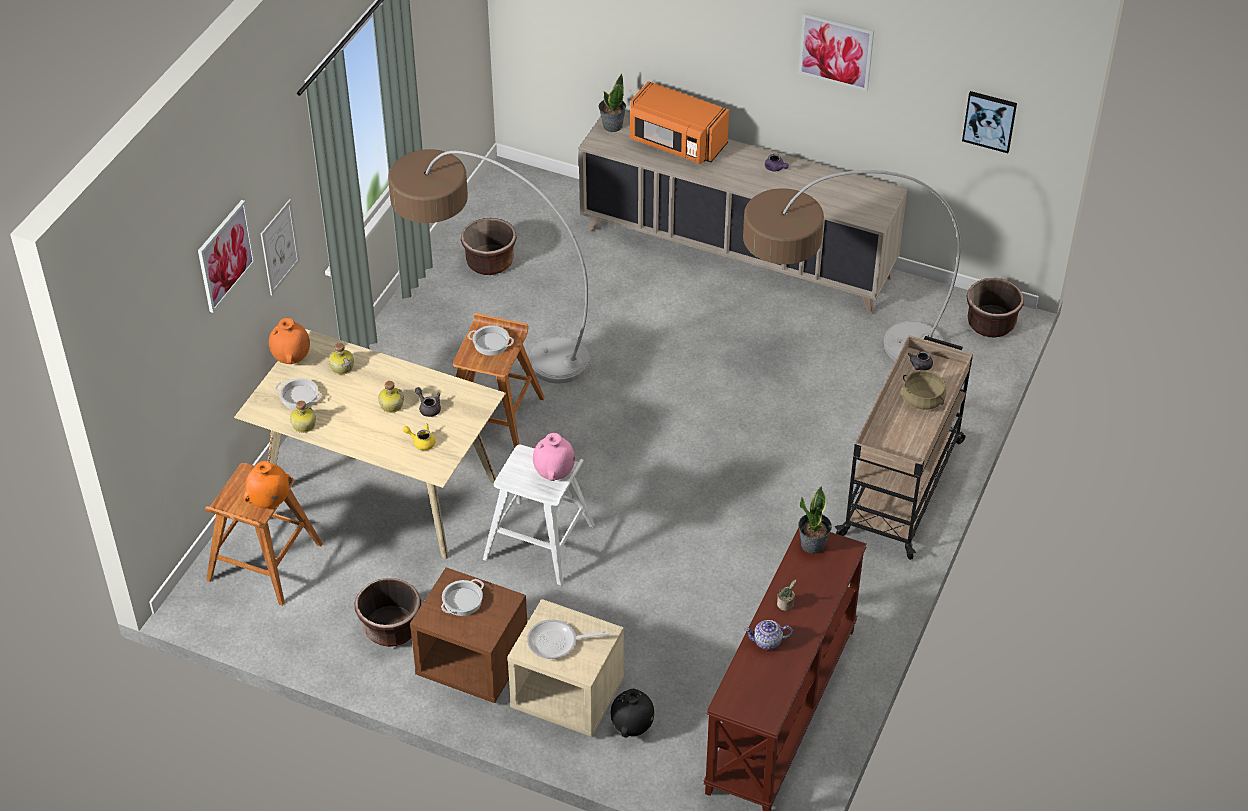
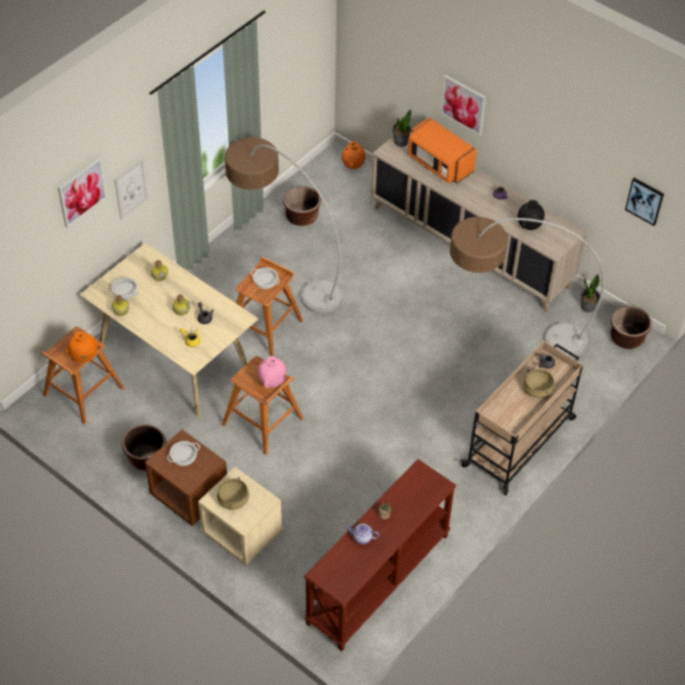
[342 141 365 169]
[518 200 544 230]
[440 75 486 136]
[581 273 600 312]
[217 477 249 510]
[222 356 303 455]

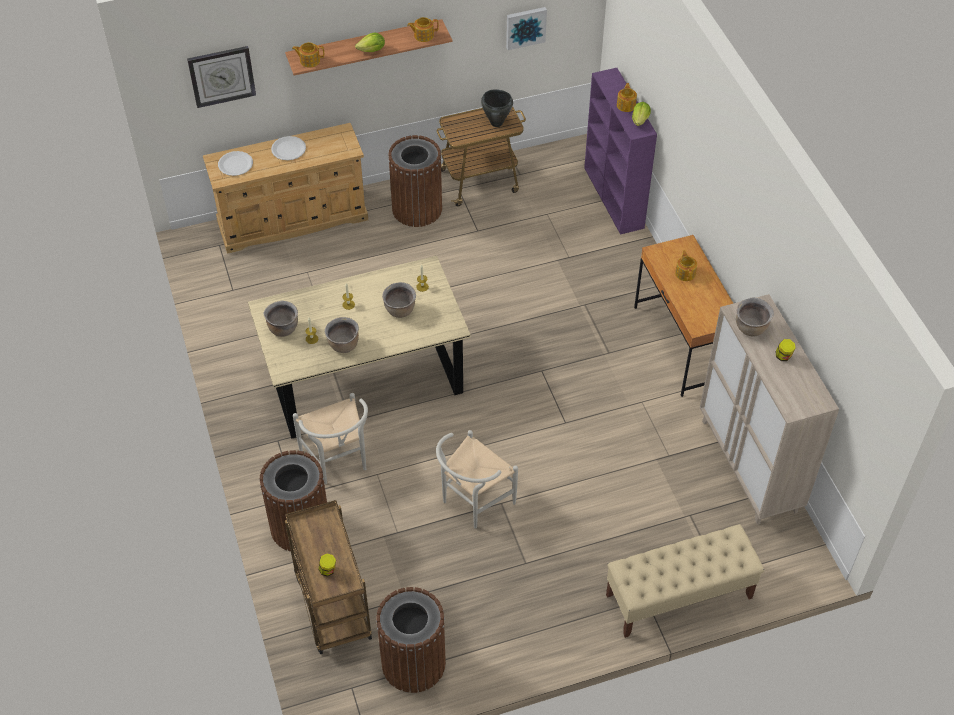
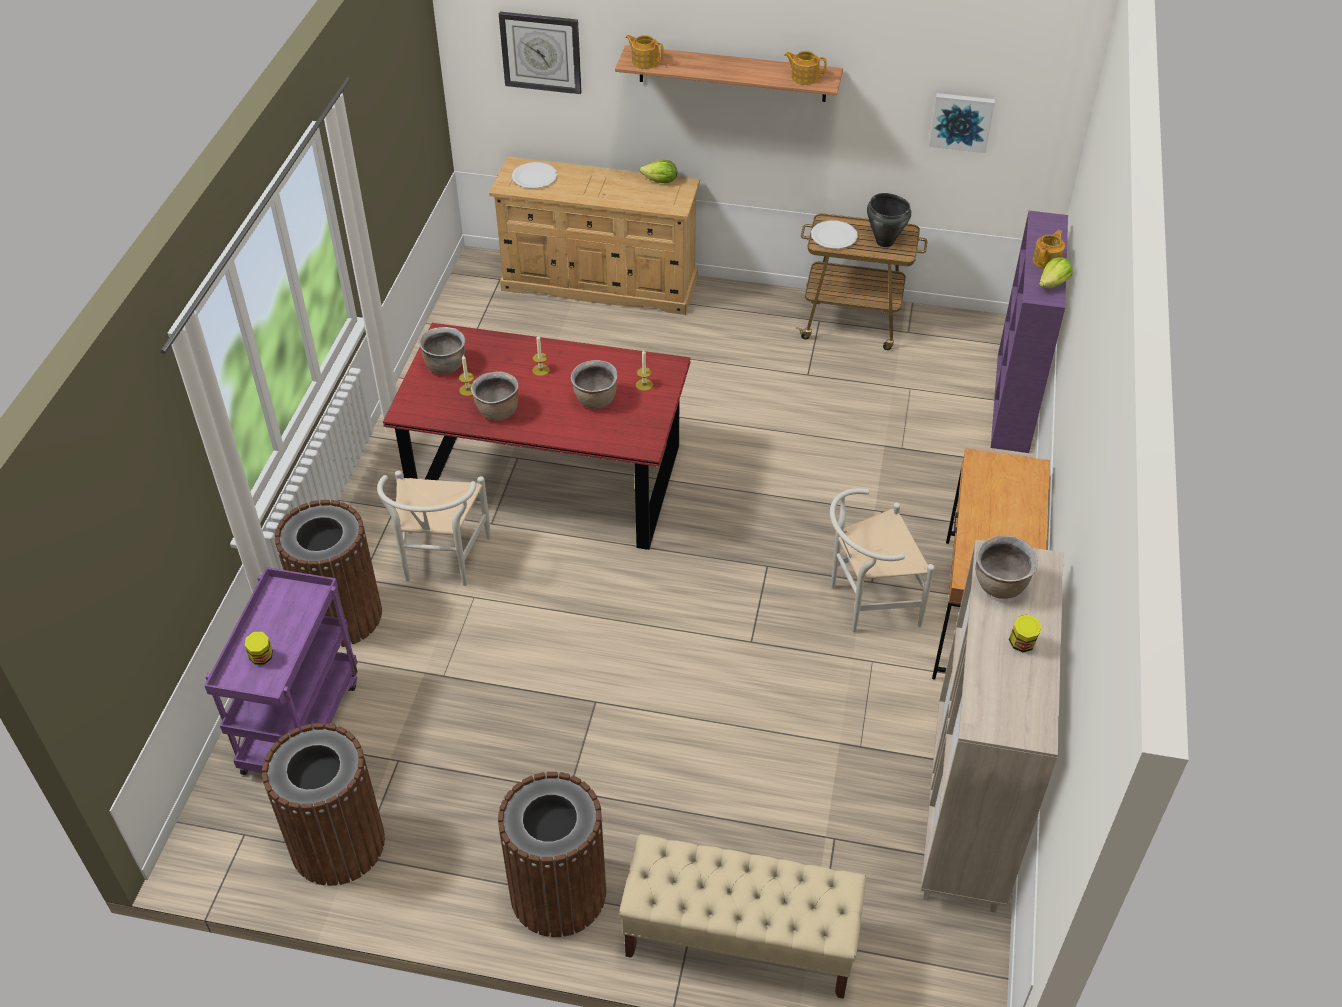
[675 250 697 281] (first image)
[811 220 858 249]
[640 160 677 183]
[498 772 606 937]
[830 488 935 633]
[383 323 691 550]
[204 567 358 775]

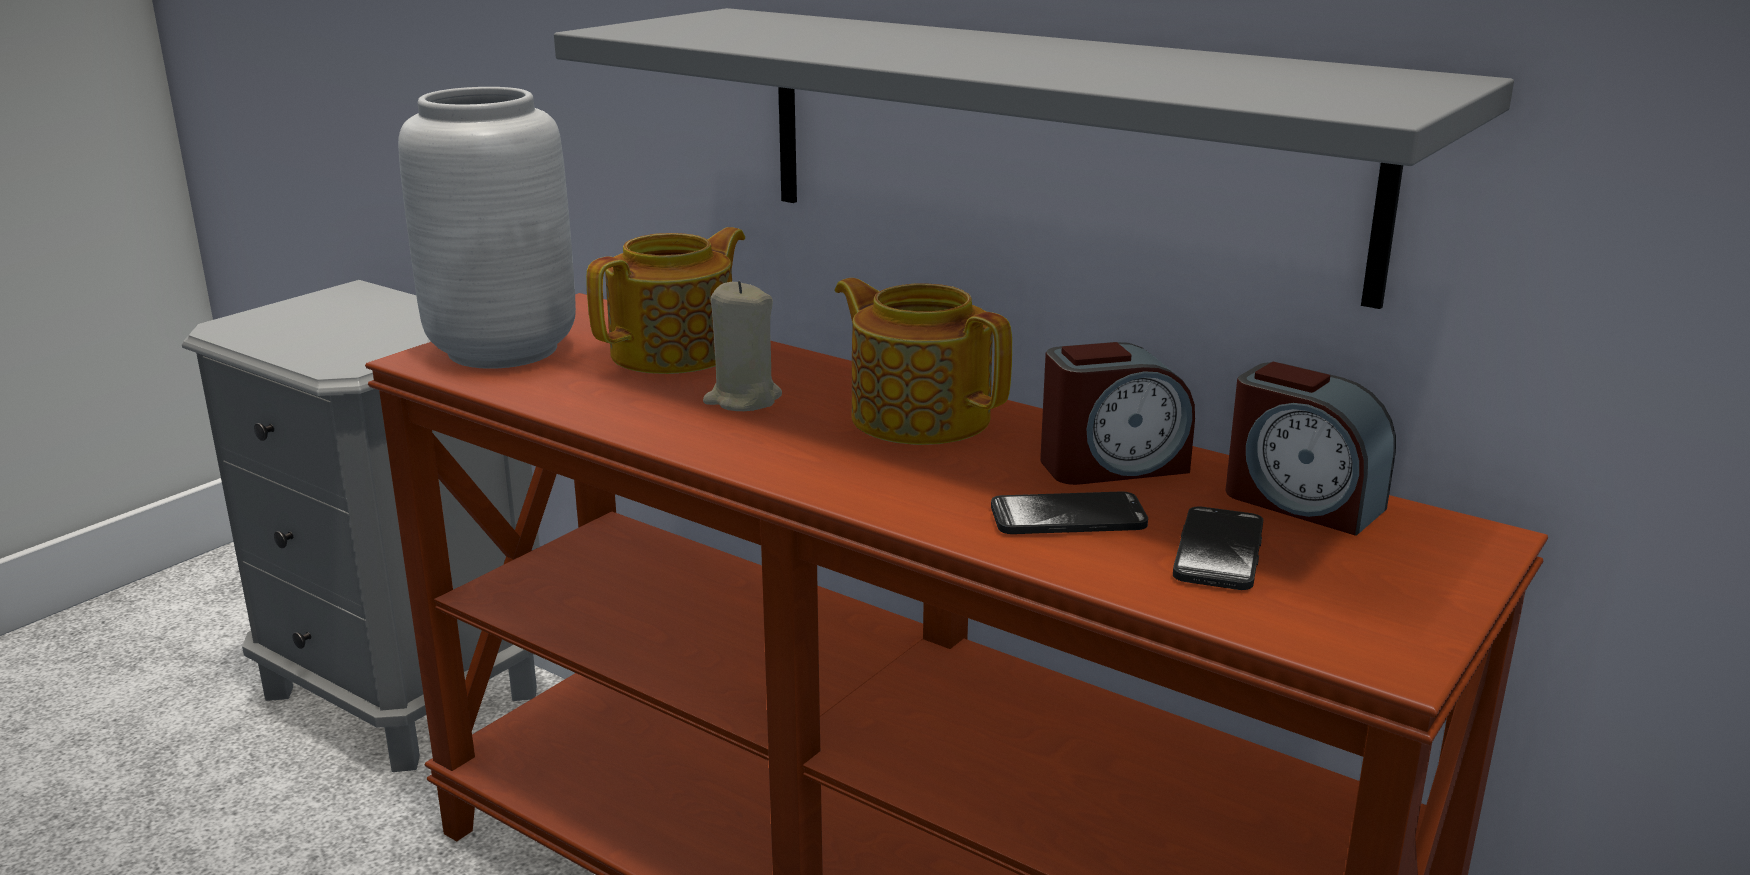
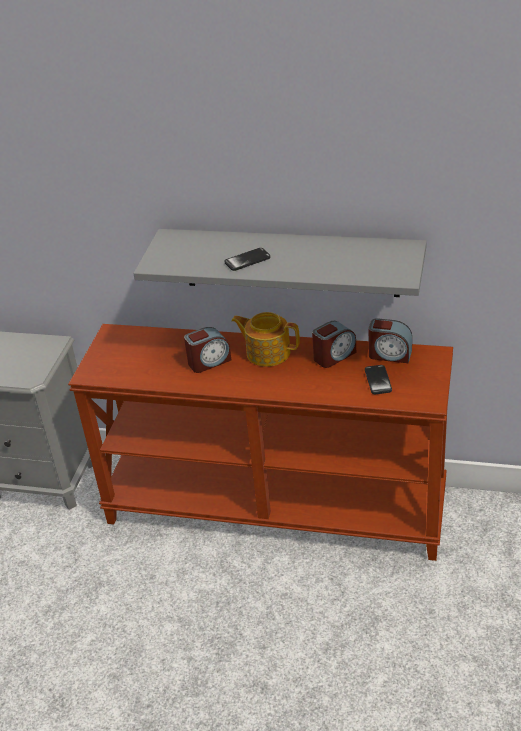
[398 87 576 369] (first image)
[586 227 745 374] (first image)
[224 248 270 271]
[184 327 231 373]

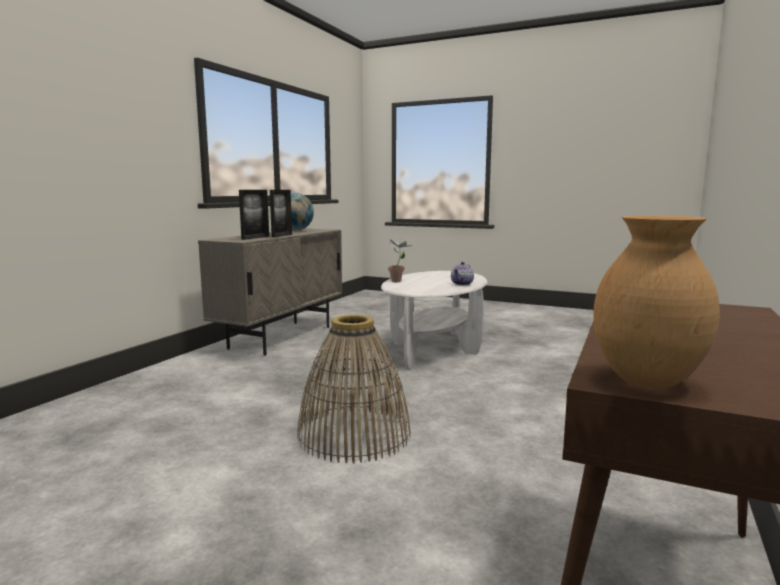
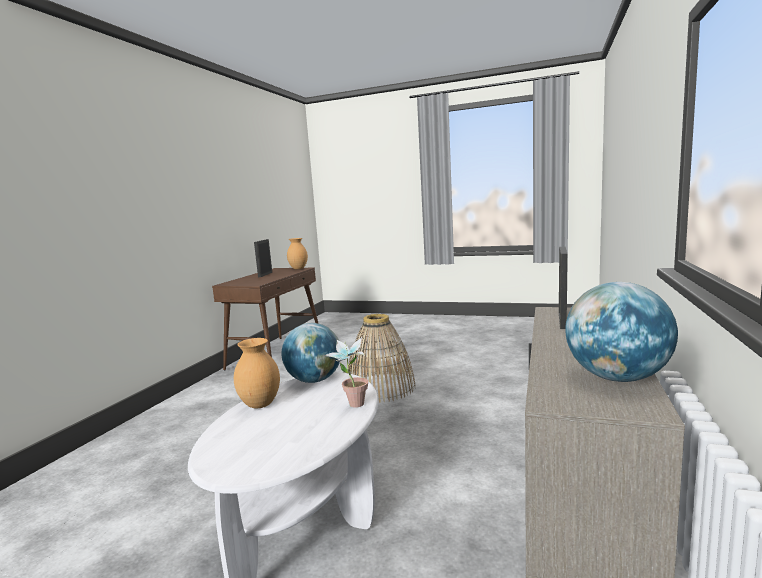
[282 323 340 383]
[254 239 272 277]
[234 338 280 409]

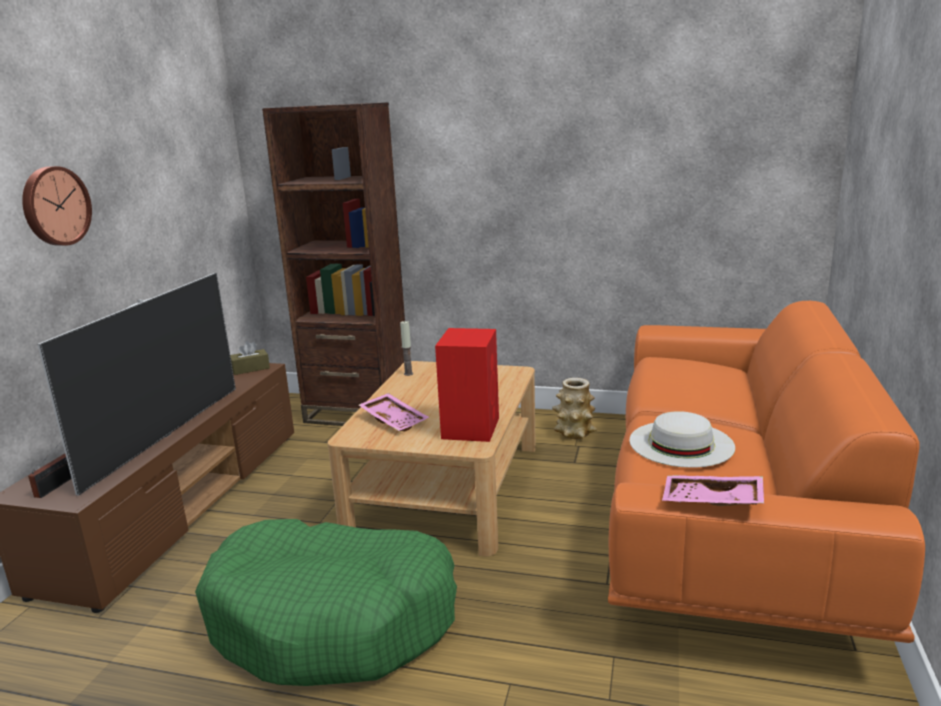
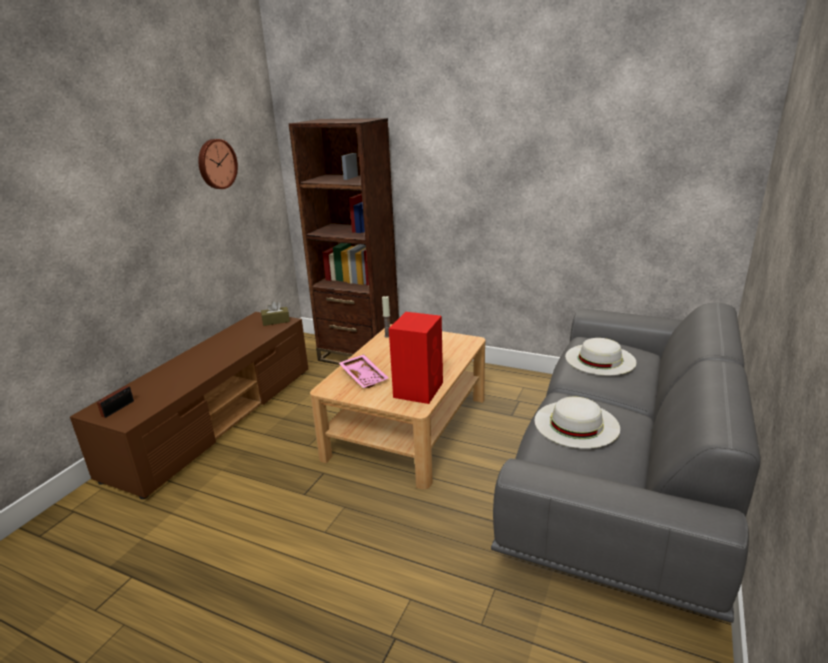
[37 273 236 496] (first image)
[195 519 457 686] (first image)
[552 378 597 439] (first image)
[662 475 764 506] (first image)
[565 338 637 375]
[198 139 238 189]
[491 303 761 623]

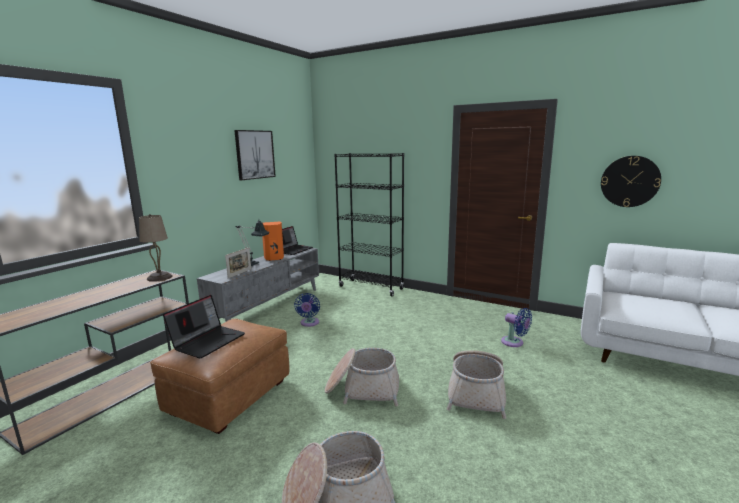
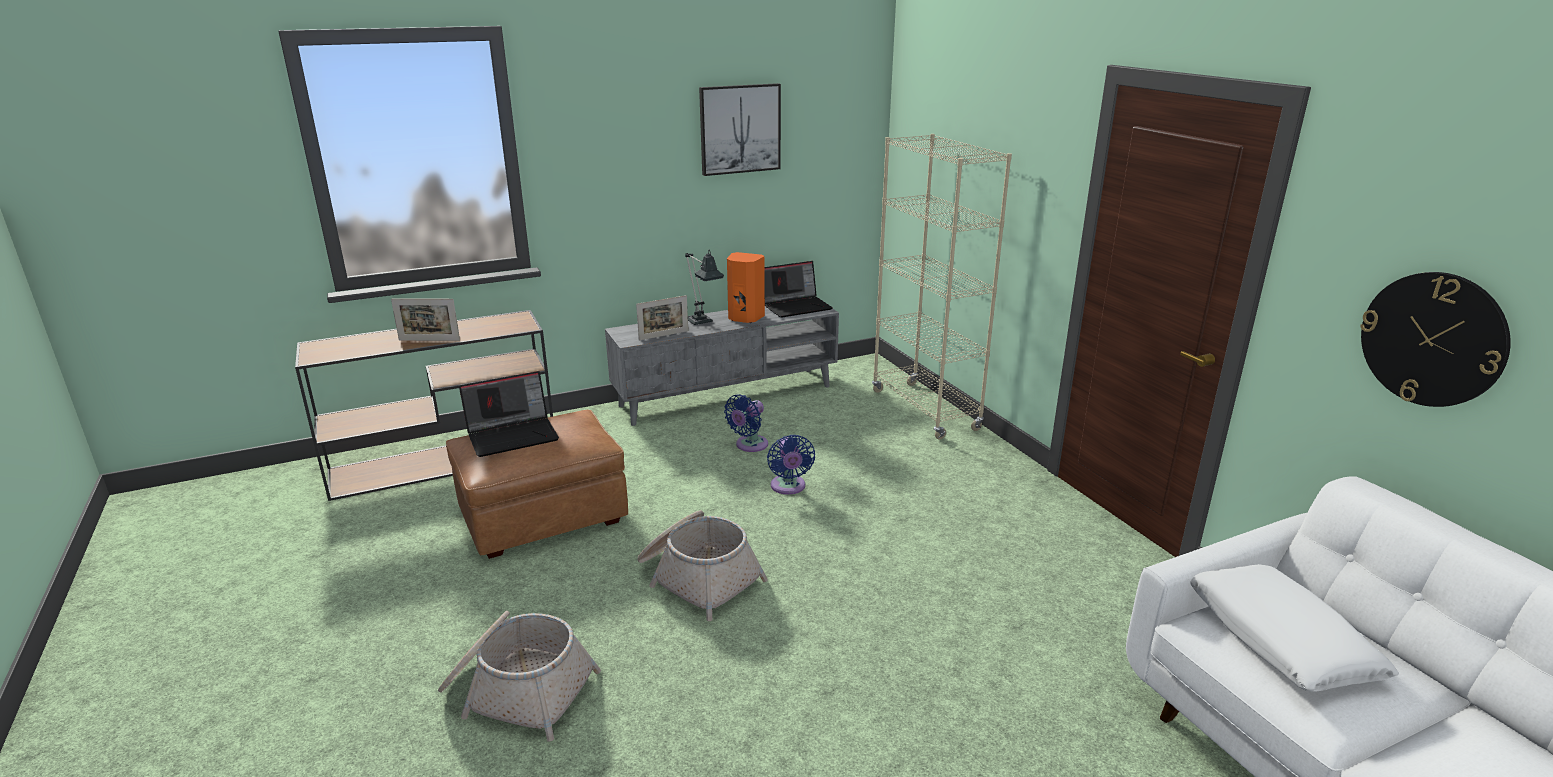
[139 214 173 282] (first image)
[447 350 506 419] (first image)
[391 299 460 341]
[1190 564 1399 692]
[767 435 815 495]
[872 134 1012 440]

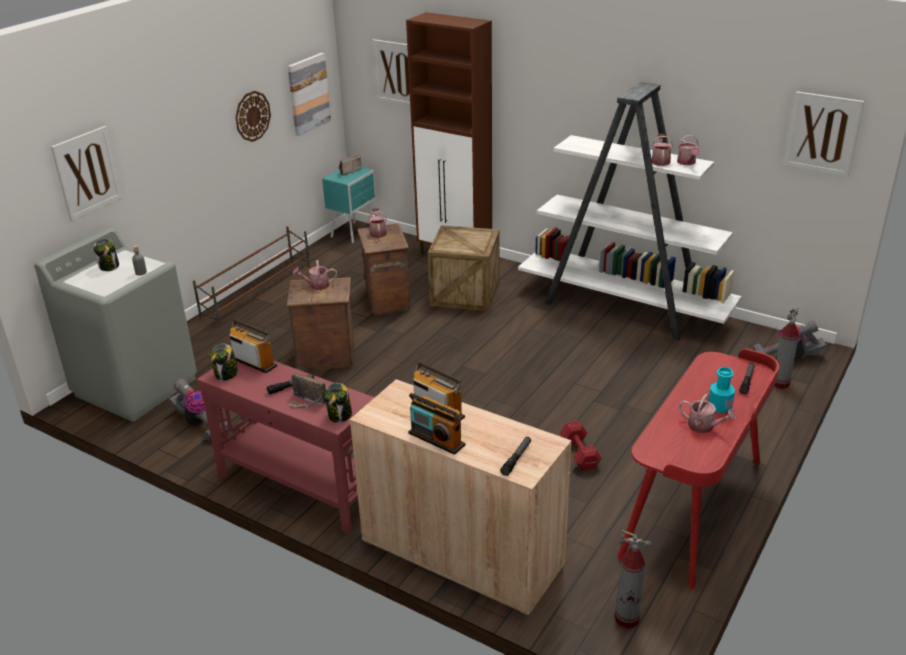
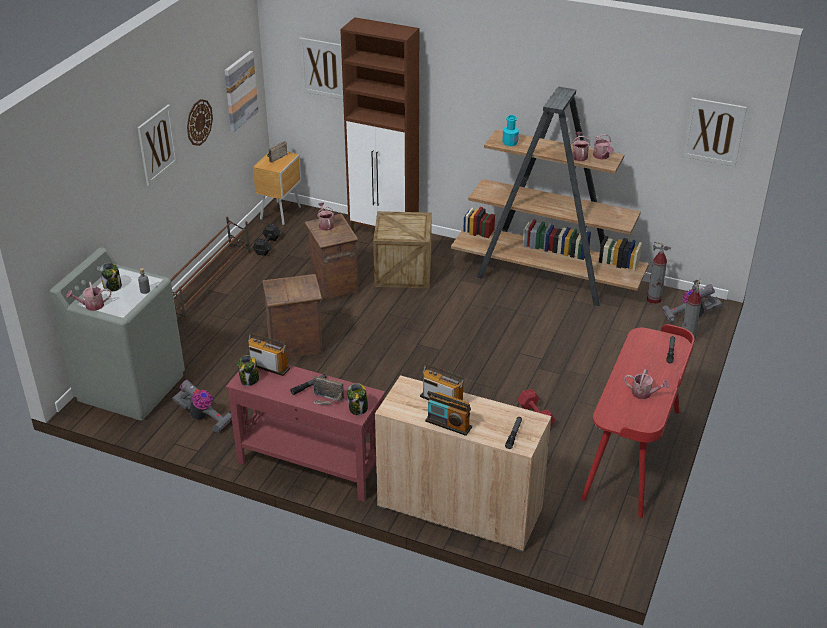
[252 224 281 256]
[138 105 178 186]
[66 282 111 311]
[647 242 671 304]
[502 115 519 146]
[253 152 301 225]
[451 86 649 306]

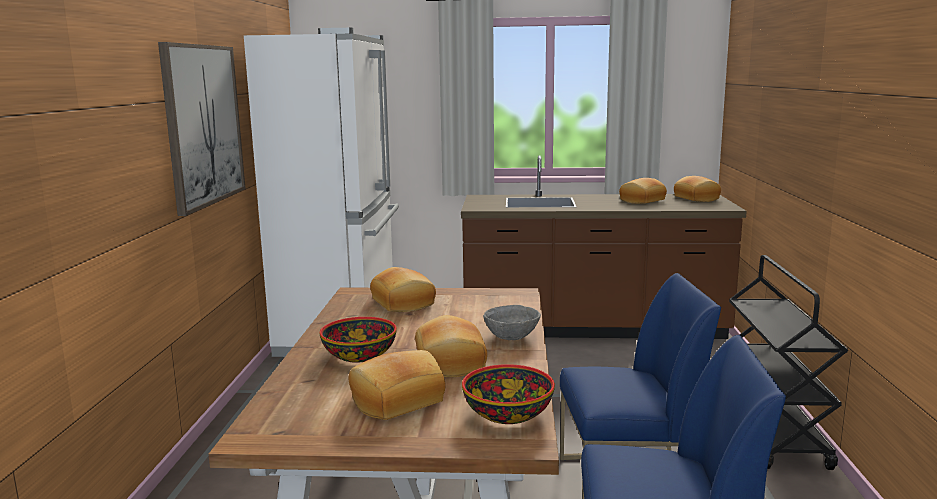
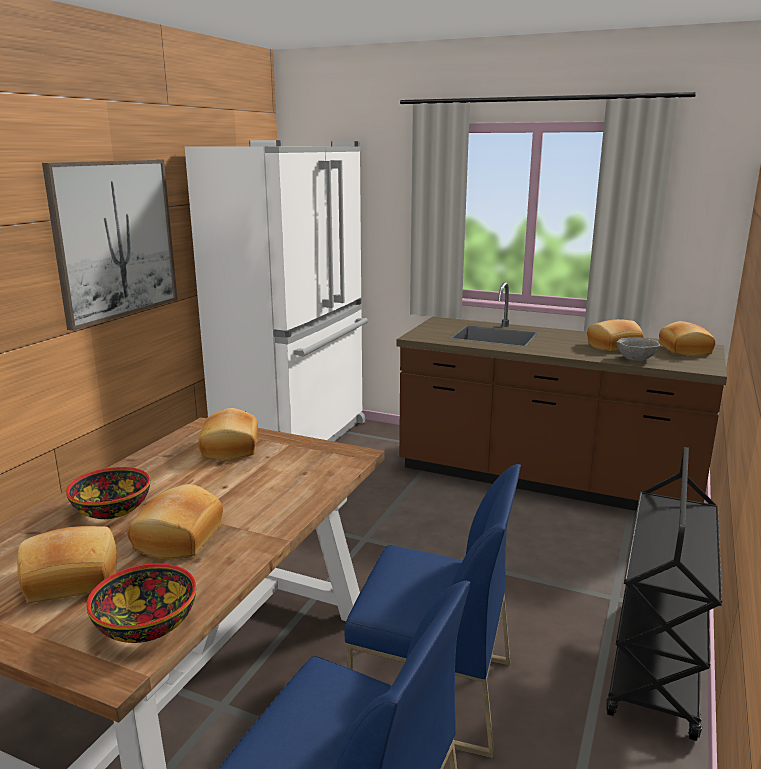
[617 337 660 361]

